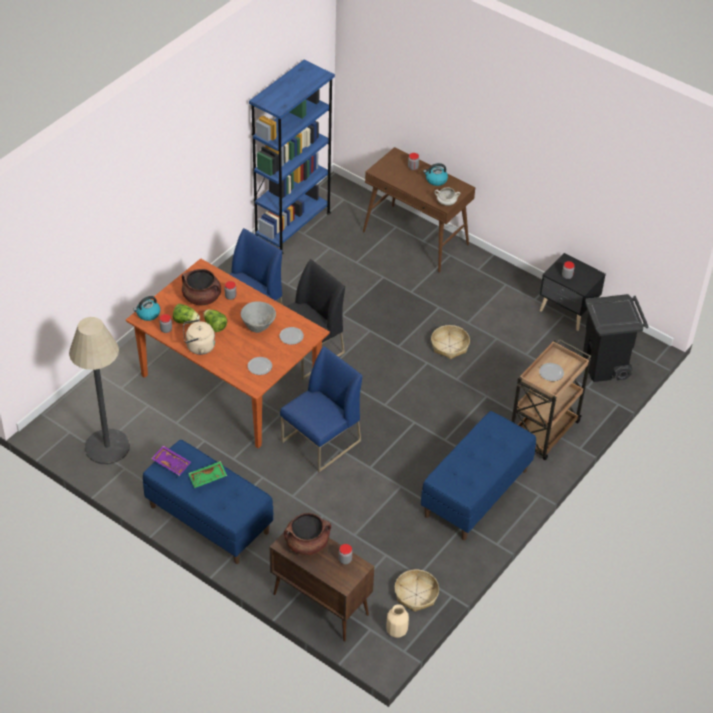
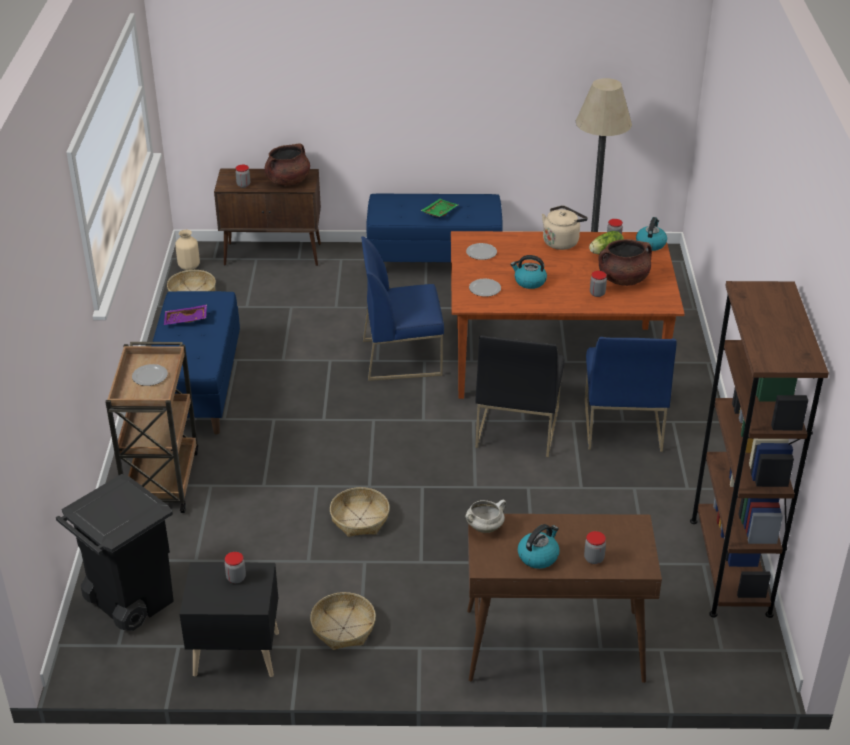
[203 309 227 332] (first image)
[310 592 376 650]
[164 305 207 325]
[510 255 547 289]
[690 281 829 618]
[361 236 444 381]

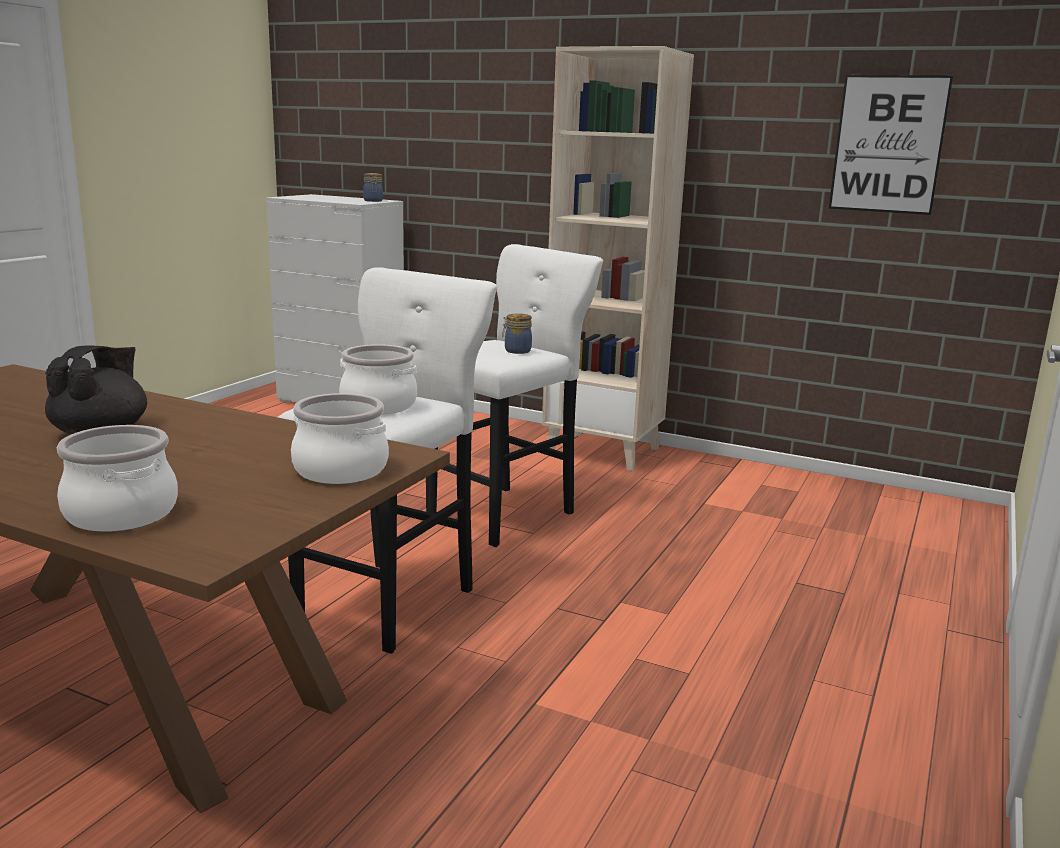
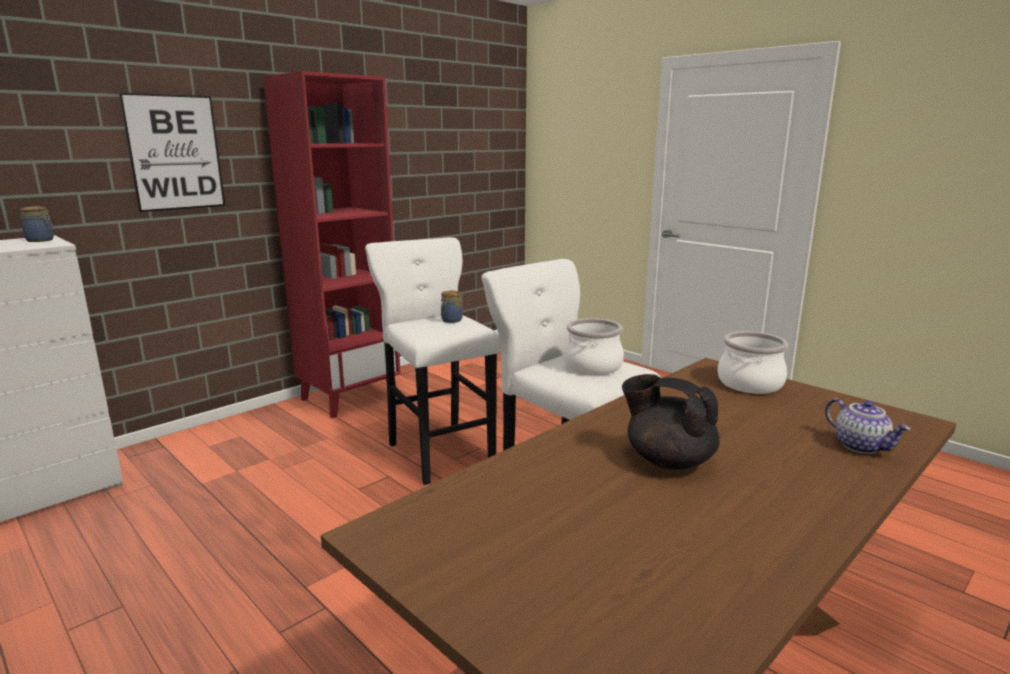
[119 93 225 212]
[825 398 911 454]
[263 71 401 418]

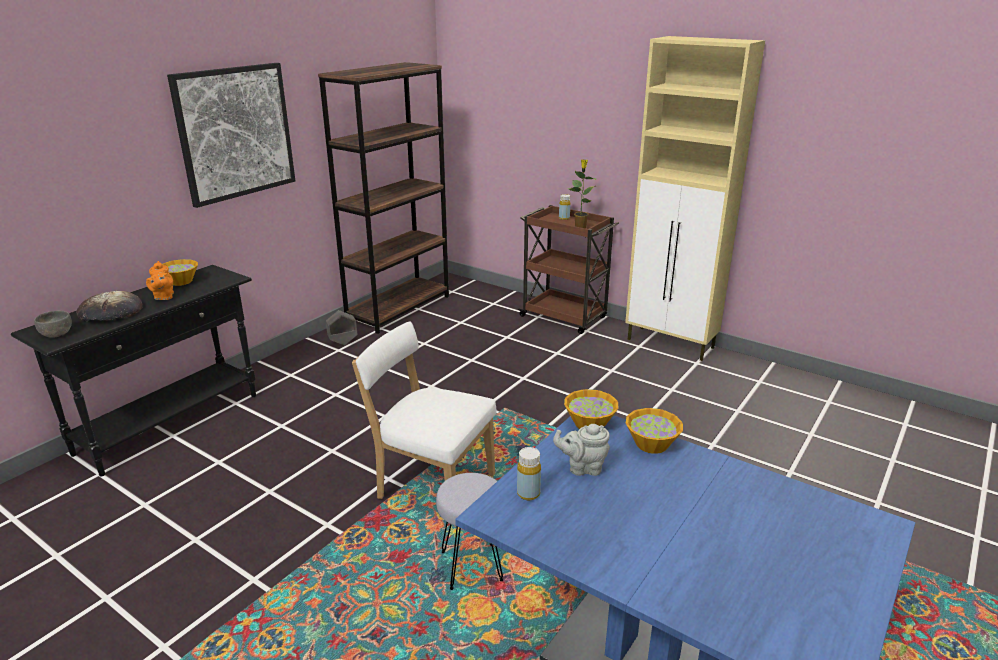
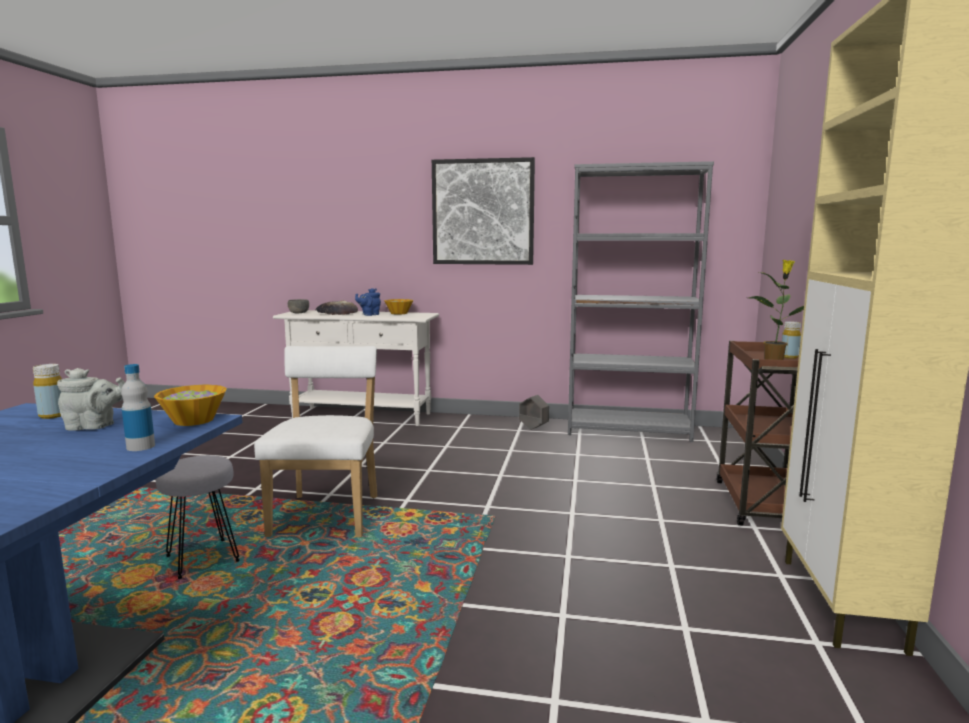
[121 364 155 451]
[273 310 439 426]
[355 288 381 316]
[568 161 714 442]
[57 368 125 431]

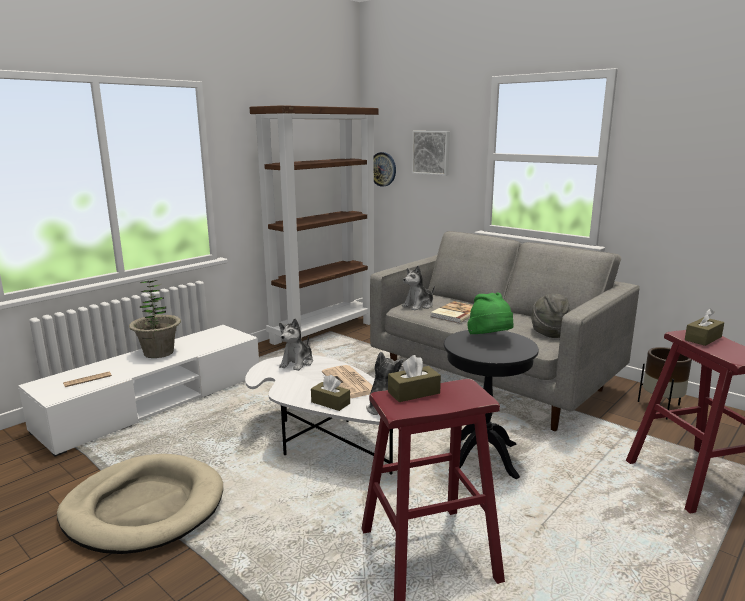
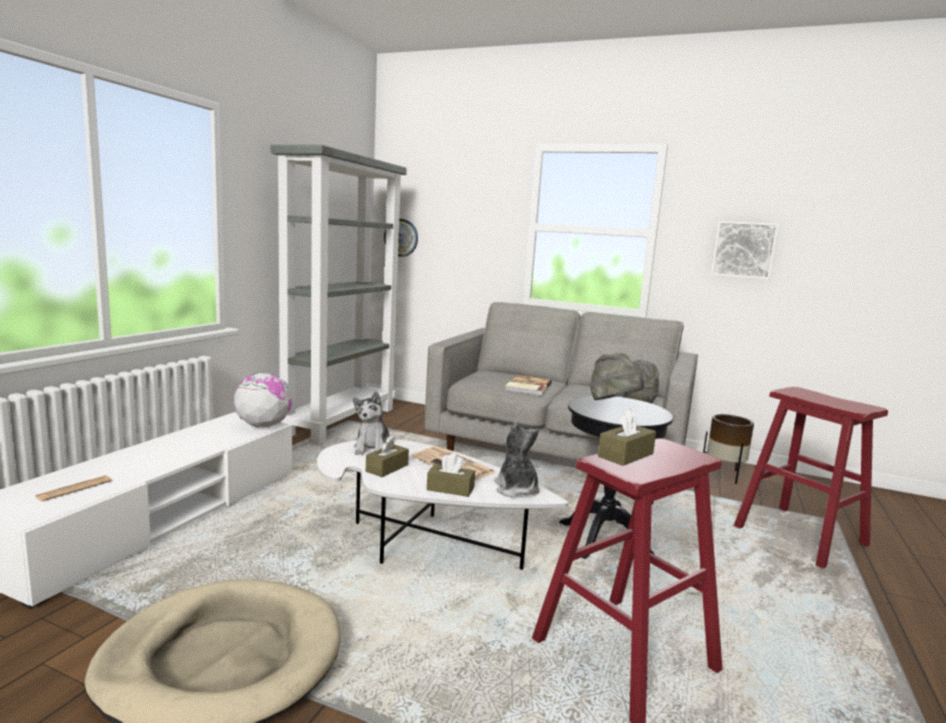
[129 280 181 358] (first image)
[402 266 435 311] (first image)
[234 373 292 428]
[711 221 779 280]
[366 436 409 477]
[271 145 407 444]
[590 353 644 400]

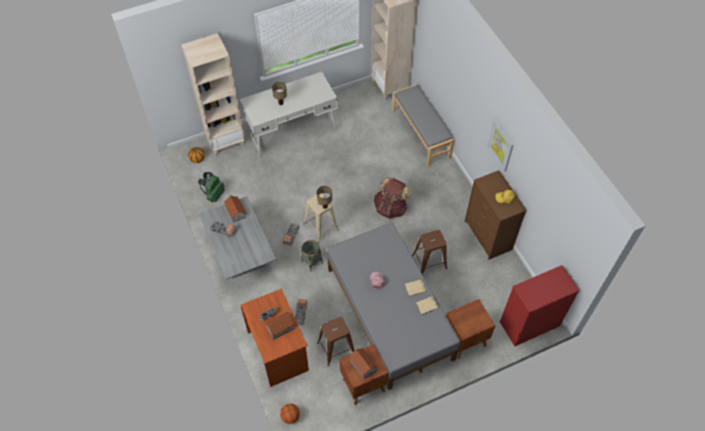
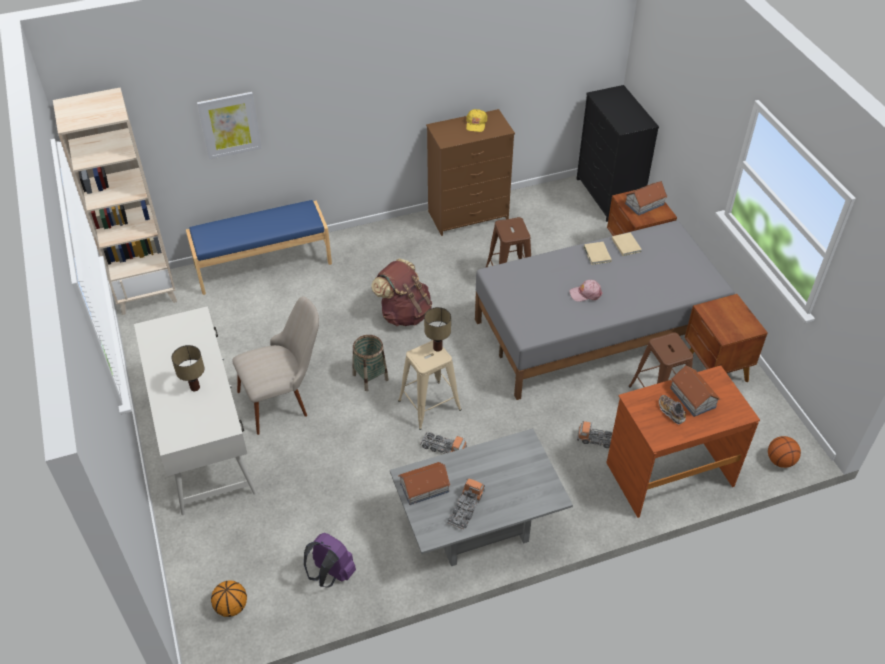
[181 33 245 157] (first image)
[232 296 319 435]
[352 335 389 391]
[625 181 667 216]
[197 92 262 160]
[304 533 356 588]
[186 200 332 295]
[576 85 659 222]

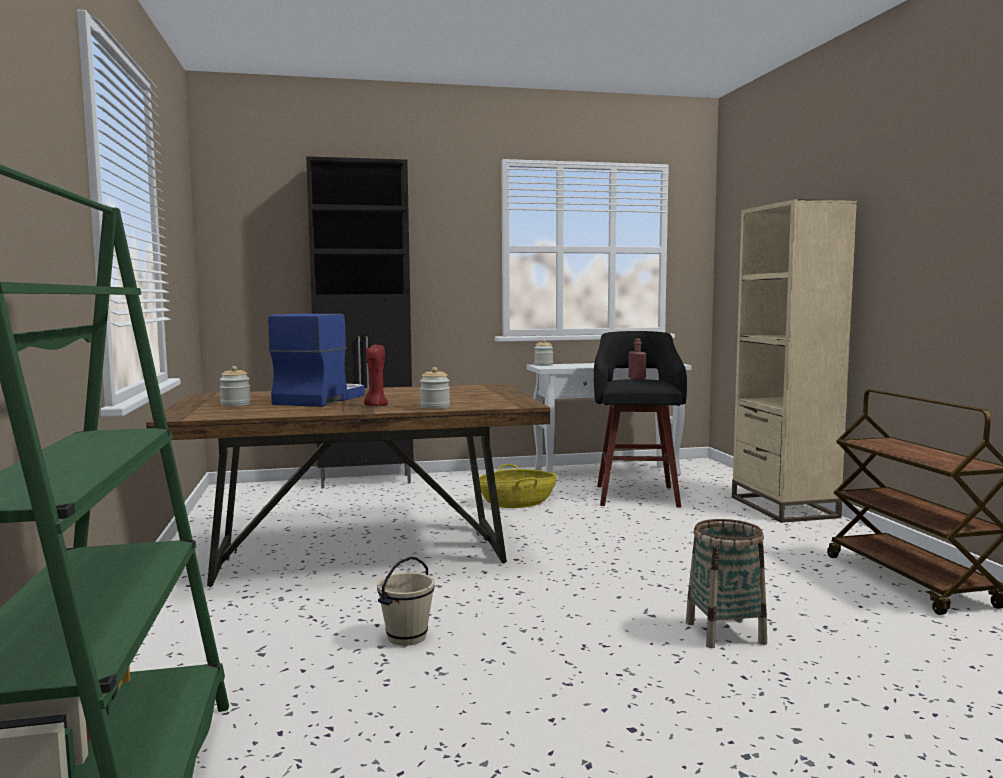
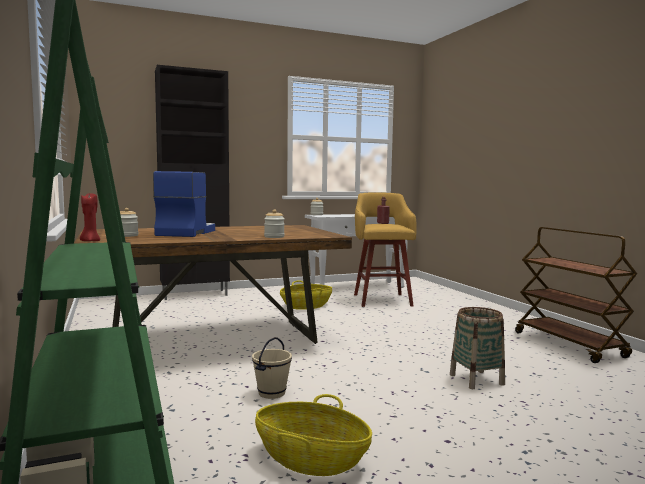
[732 199 857 523] (first image)
[255 394 372 476]
[80 193 100 241]
[354 192 417 307]

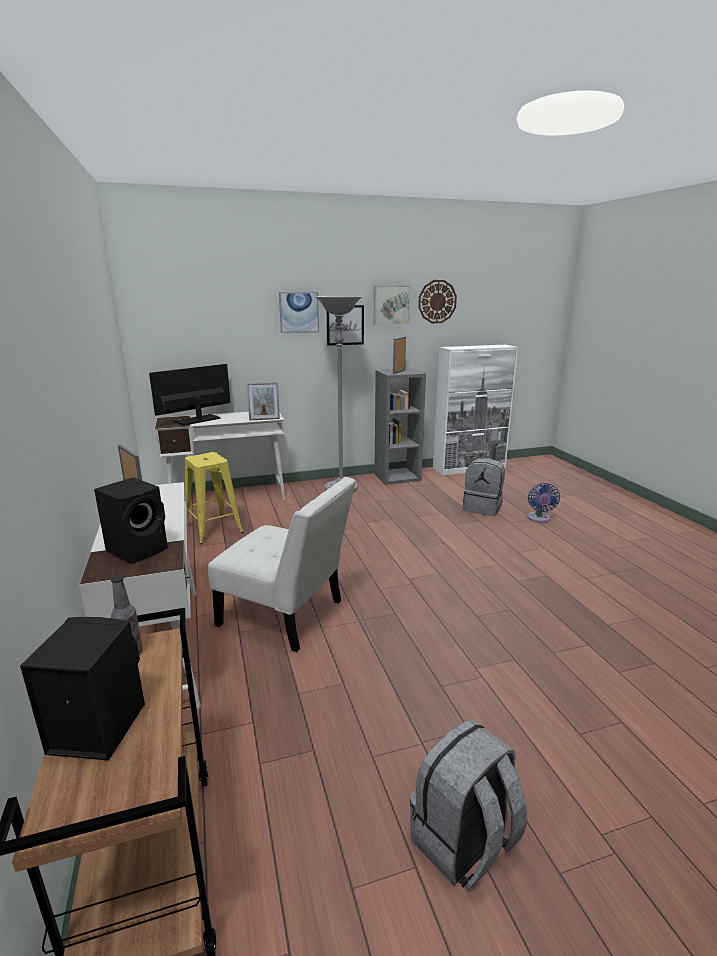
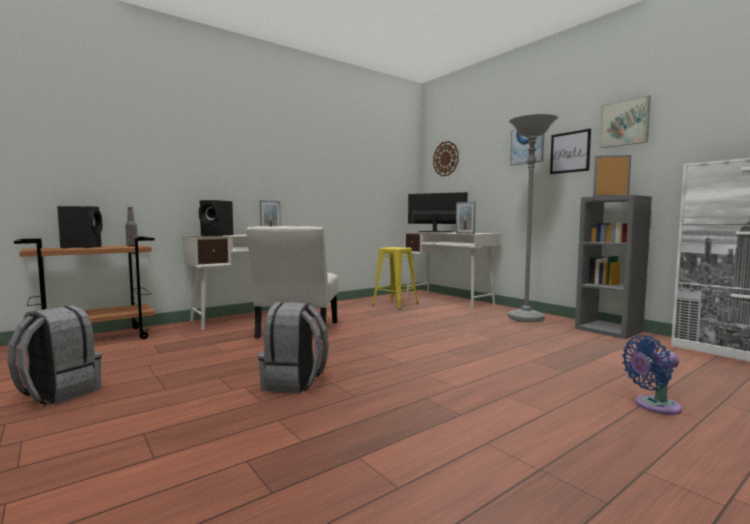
[433 141 459 176]
[258 302 329 393]

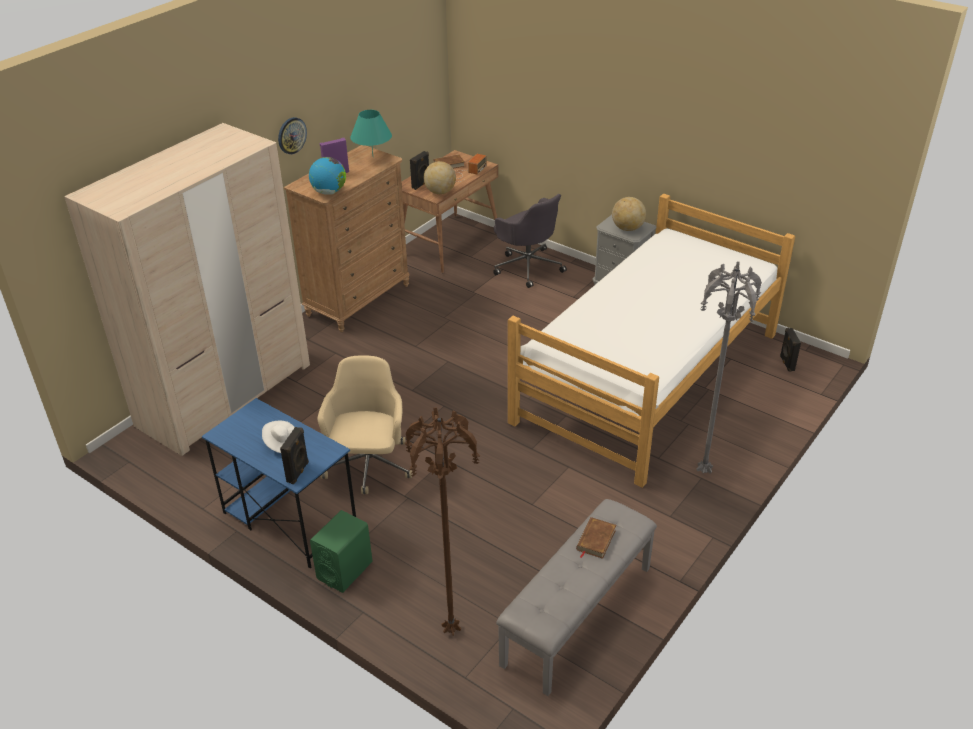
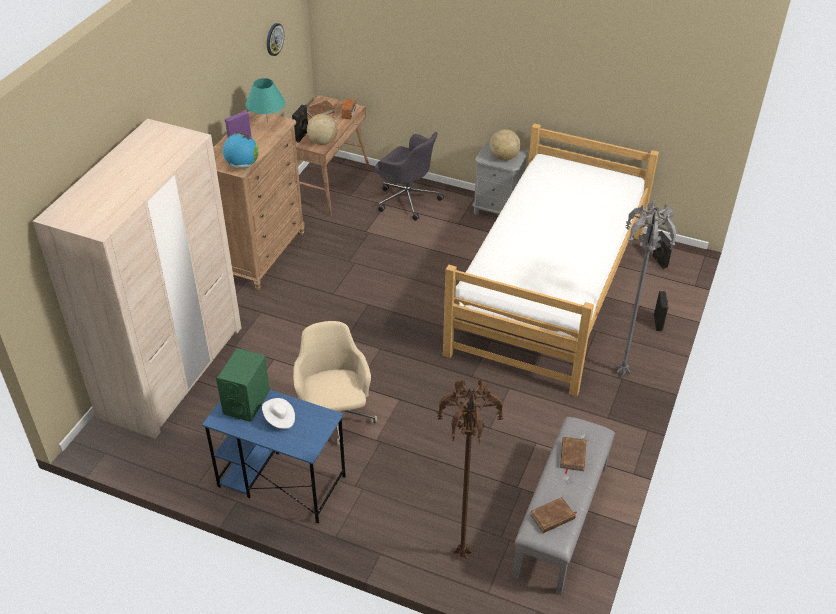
[531 497 577 533]
[267 23 284 56]
[654 291 669 332]
[216 348 270 422]

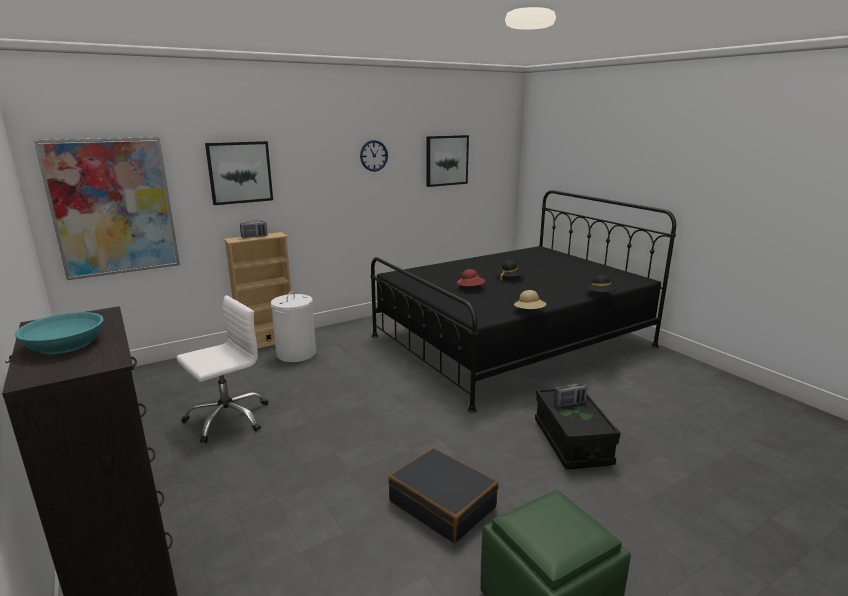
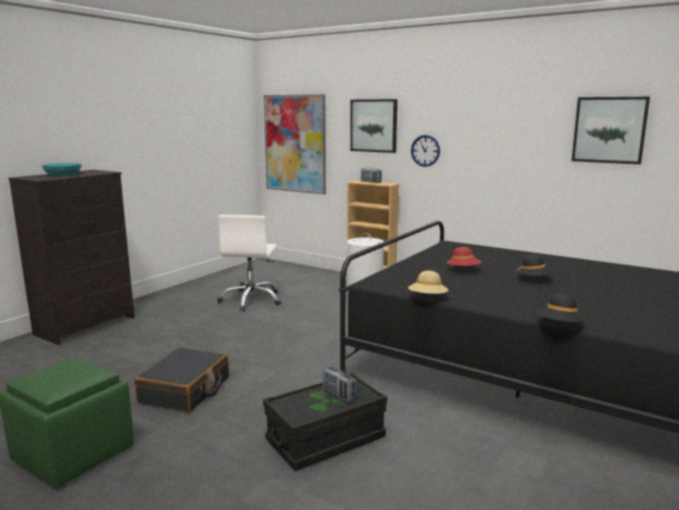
[411 135 440 167]
[217 215 281 311]

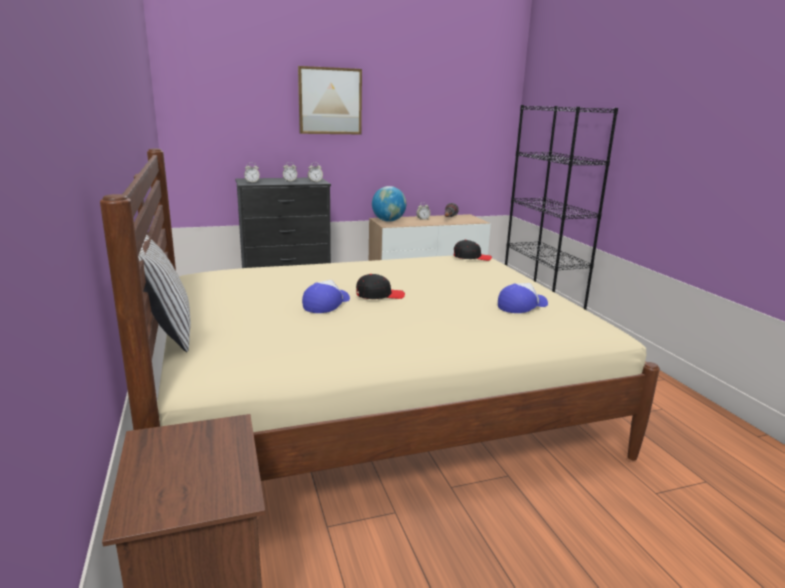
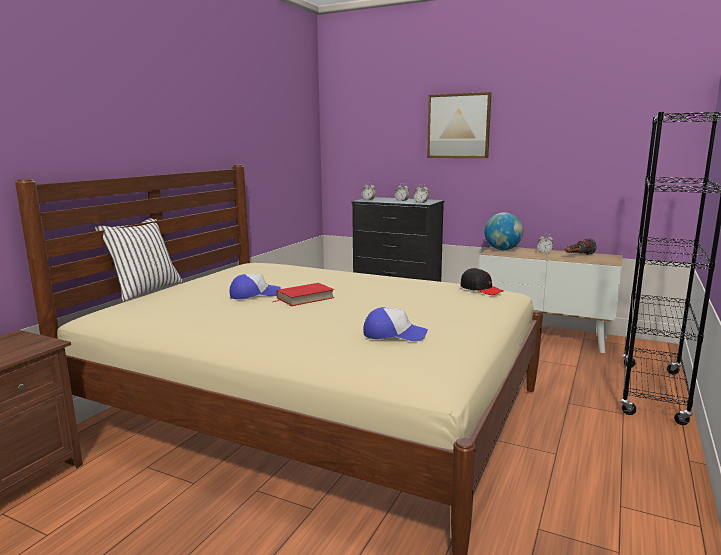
[272 283 334 306]

